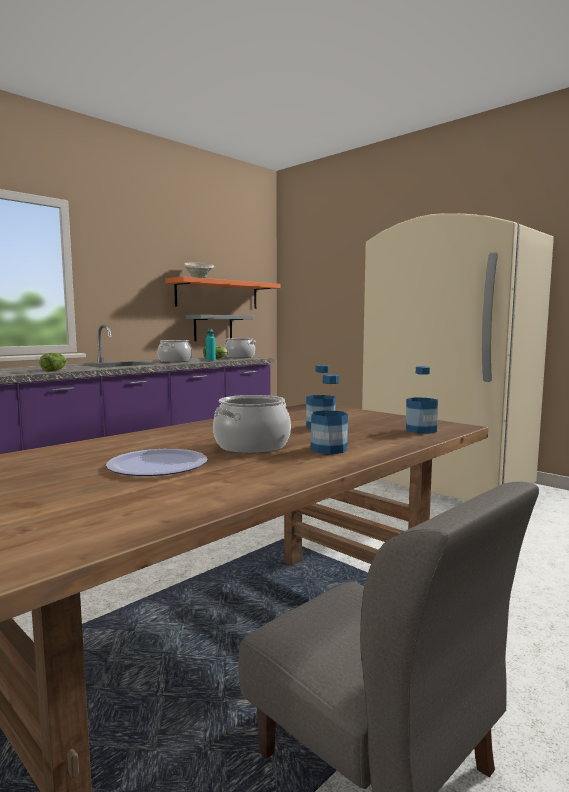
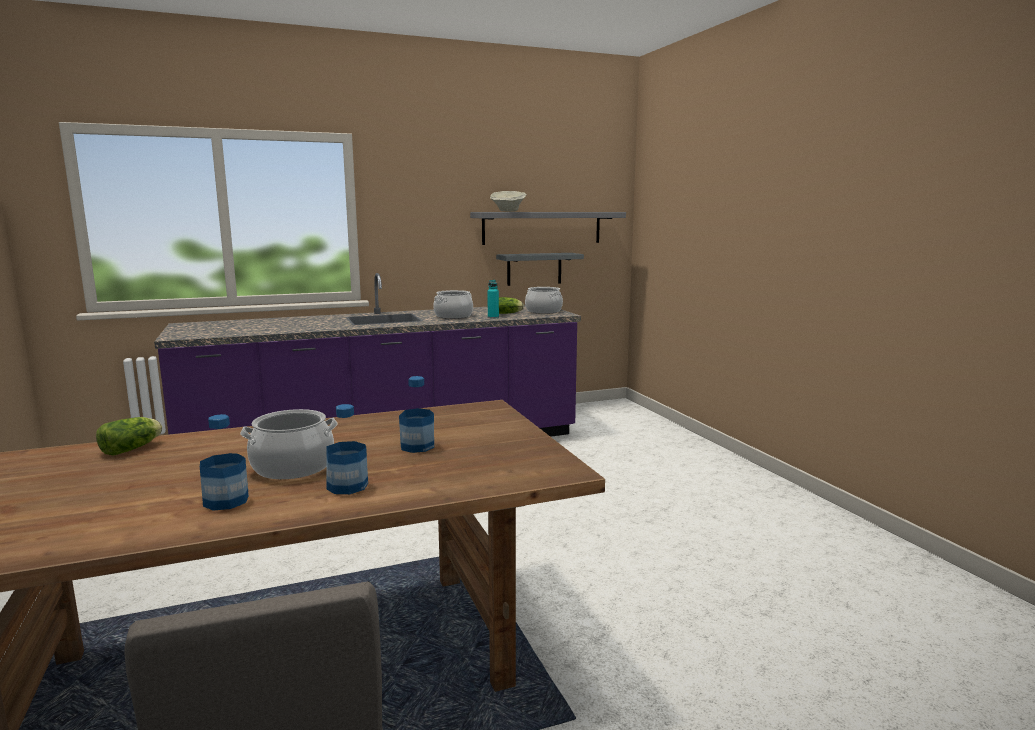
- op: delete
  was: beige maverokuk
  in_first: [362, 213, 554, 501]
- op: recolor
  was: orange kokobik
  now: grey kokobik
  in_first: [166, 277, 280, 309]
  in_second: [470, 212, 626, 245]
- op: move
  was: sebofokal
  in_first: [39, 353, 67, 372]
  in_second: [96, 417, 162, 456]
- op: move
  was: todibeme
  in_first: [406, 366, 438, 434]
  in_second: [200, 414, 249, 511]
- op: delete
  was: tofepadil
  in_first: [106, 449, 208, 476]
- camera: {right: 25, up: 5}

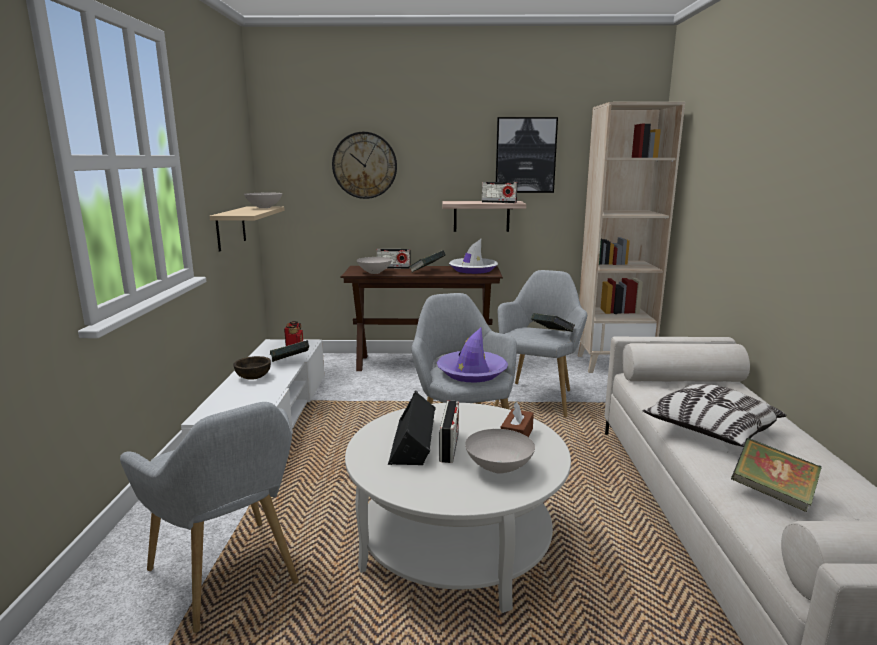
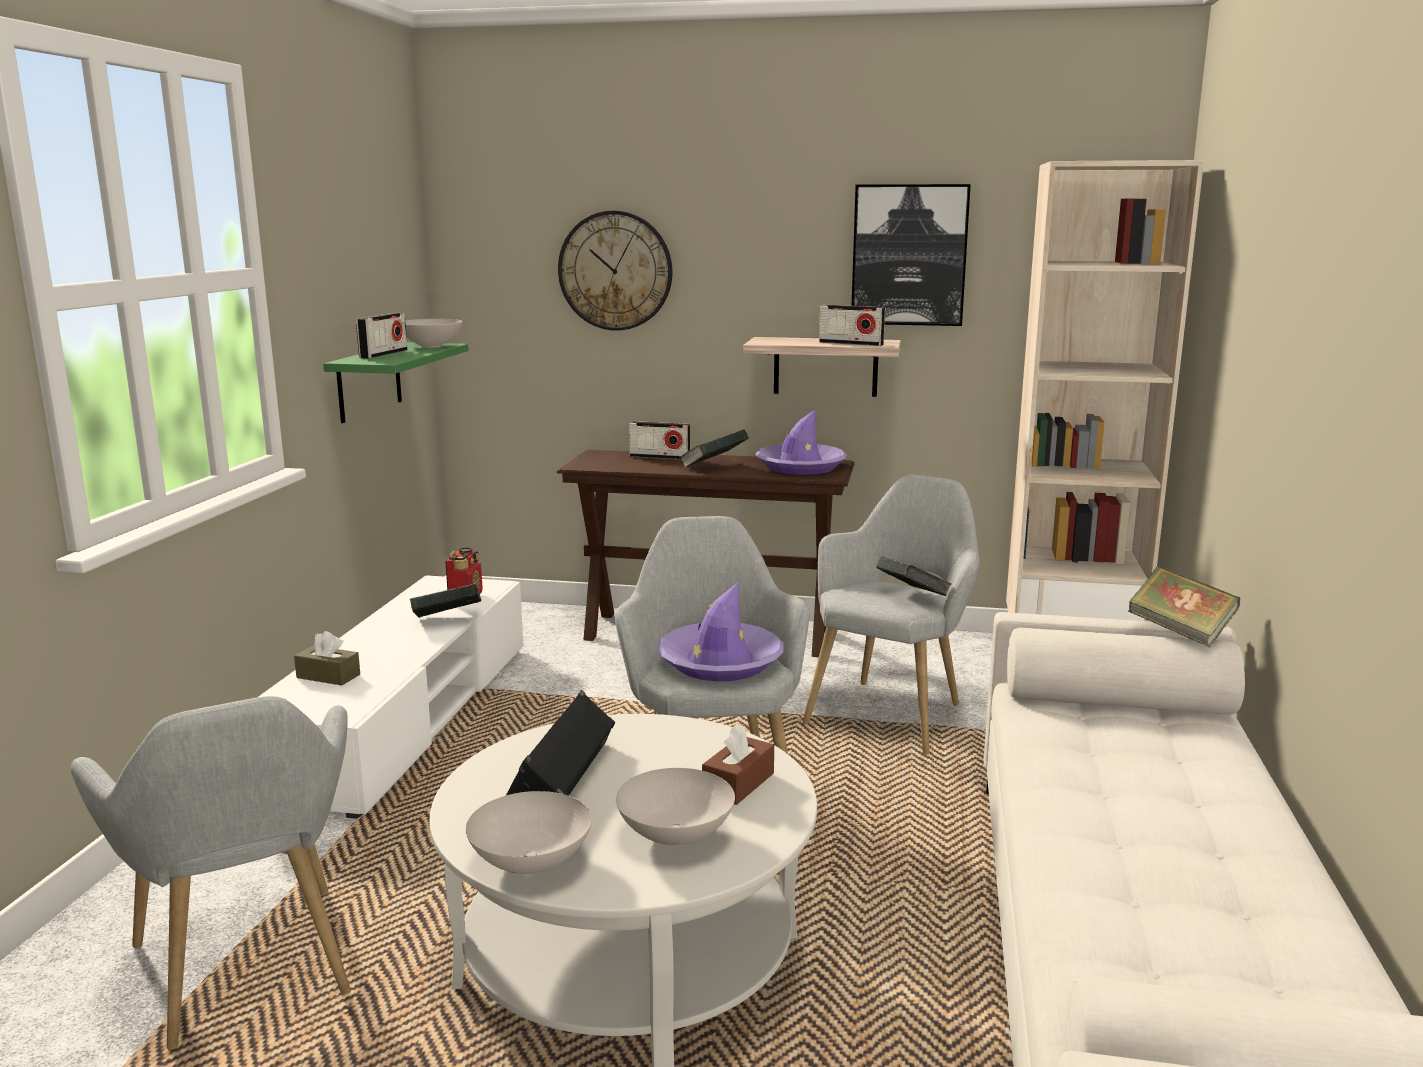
- op: recolor
  was: beige kokobik
  now: green kokobik
  in_first: [209, 207, 285, 251]
  in_second: [323, 342, 469, 423]
- op: recolor
  was: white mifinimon
  now: purple mifinimon
  in_first: [449, 239, 498, 274]
  in_second: [756, 409, 847, 475]
- op: move
  was: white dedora
  in_first: [357, 257, 392, 274]
  in_second: [466, 791, 592, 874]
- op: delete
  was: brown dedora
  in_first: [233, 356, 271, 380]
- op: delete
  was: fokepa
  in_first: [642, 384, 787, 447]
- op: move
  was: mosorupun
  in_first: [439, 401, 459, 463]
  in_second: [356, 313, 407, 359]
- op: move
  was: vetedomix
  in_first: [731, 438, 822, 512]
  in_second: [1129, 566, 1240, 647]
- op: insert
  now: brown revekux
  in_second: [294, 631, 360, 685]
- camera: {right: 10, up: 0}

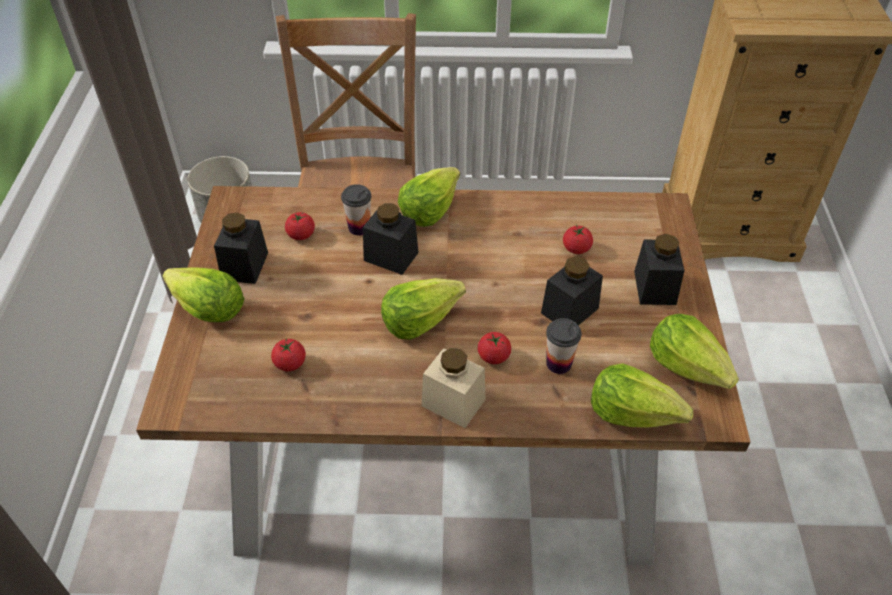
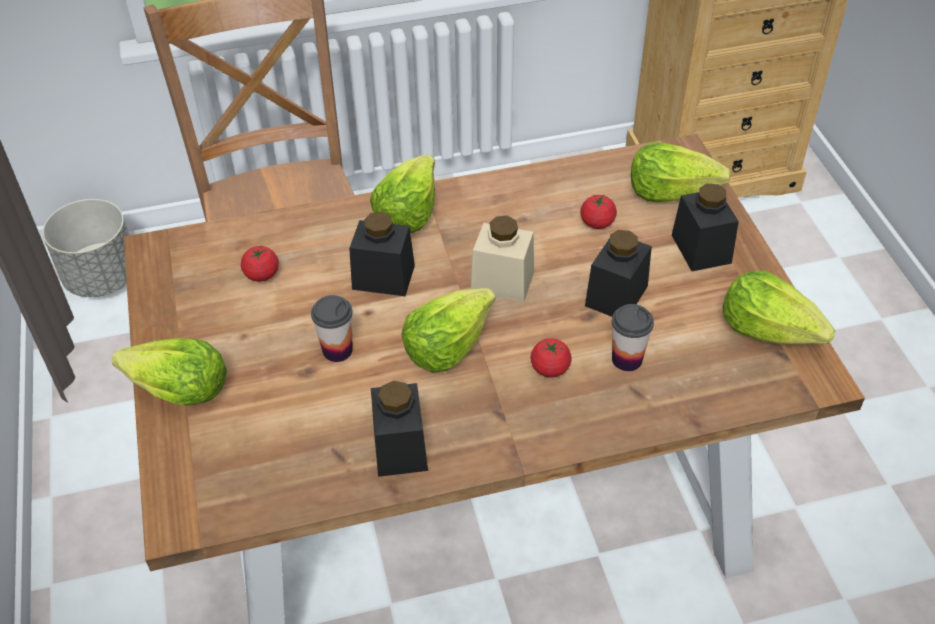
- op: move
  was: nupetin
  in_first: [341, 184, 371, 235]
  in_second: [311, 295, 353, 362]
- op: move
  was: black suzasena
  in_first: [214, 212, 268, 284]
  in_second: [371, 381, 428, 477]
- op: delete
  was: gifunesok
  in_first: [271, 338, 306, 371]
- op: move
  was: beige suzasena
  in_first: [422, 348, 485, 428]
  in_second: [471, 216, 534, 302]
- op: move
  was: sebofokal
  in_first: [591, 363, 693, 428]
  in_second: [631, 142, 731, 202]
- camera: {right: -15, up: 0}

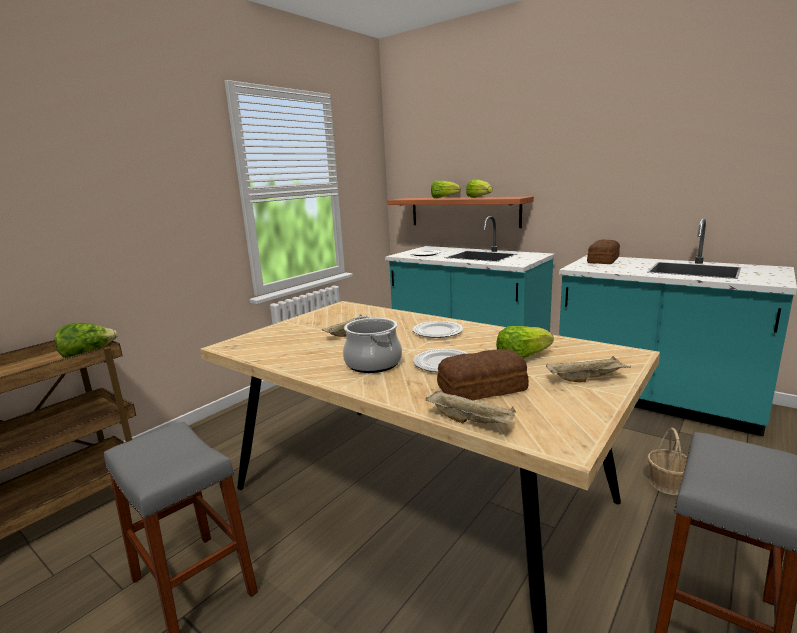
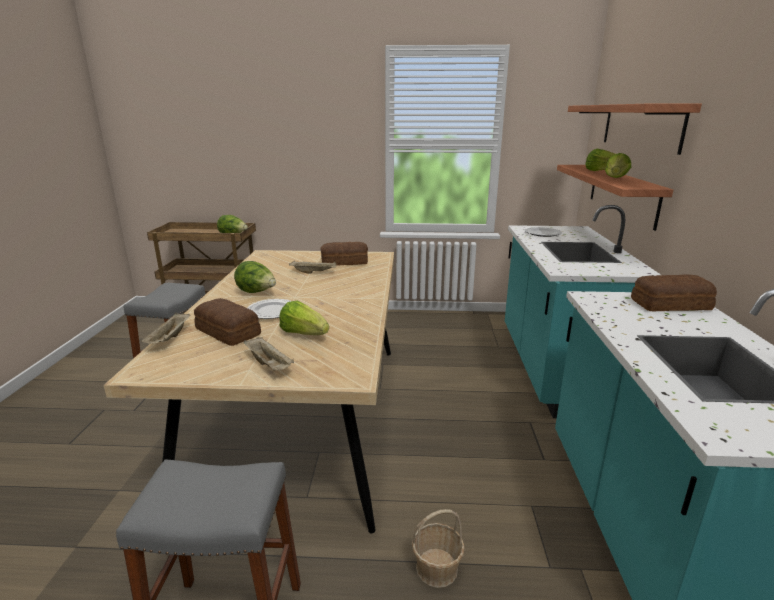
- op: replace
  was: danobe
  now: sebofokal
  in_first: [343, 316, 402, 373]
  in_second: [234, 261, 276, 293]
- op: delete
  was: tofepadil
  in_first: [412, 321, 463, 338]
- op: insert
  now: kokobik
  in_second: [568, 104, 702, 155]
- op: insert
  now: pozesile
  in_second: [320, 242, 368, 266]
- camera: {right: 55, up: 5}

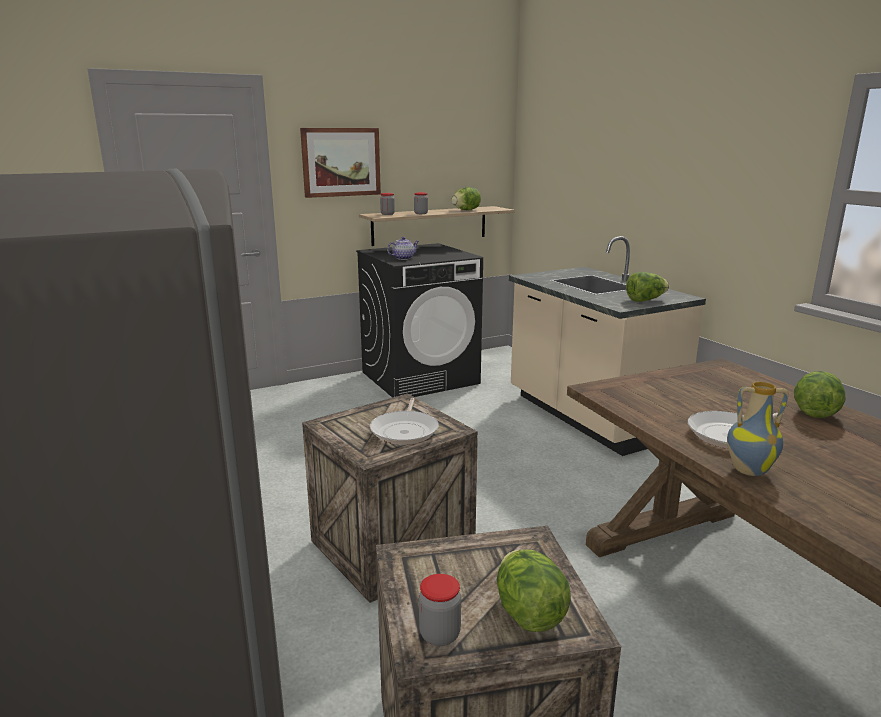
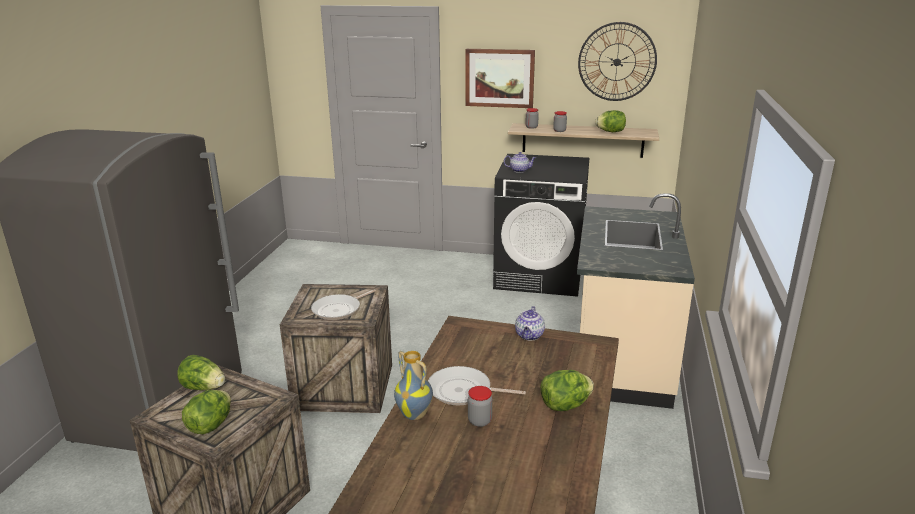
- op: move
  was: sebofokal
  in_first: [626, 272, 669, 302]
  in_second: [177, 355, 225, 390]
- op: move
  was: suzasena
  in_first: [419, 574, 461, 646]
  in_second: [468, 386, 492, 427]
- op: insert
  now: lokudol
  in_second: [578, 22, 657, 101]
- op: insert
  now: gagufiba
  in_second: [515, 306, 545, 340]
- camera: {right: 40, up: 5}

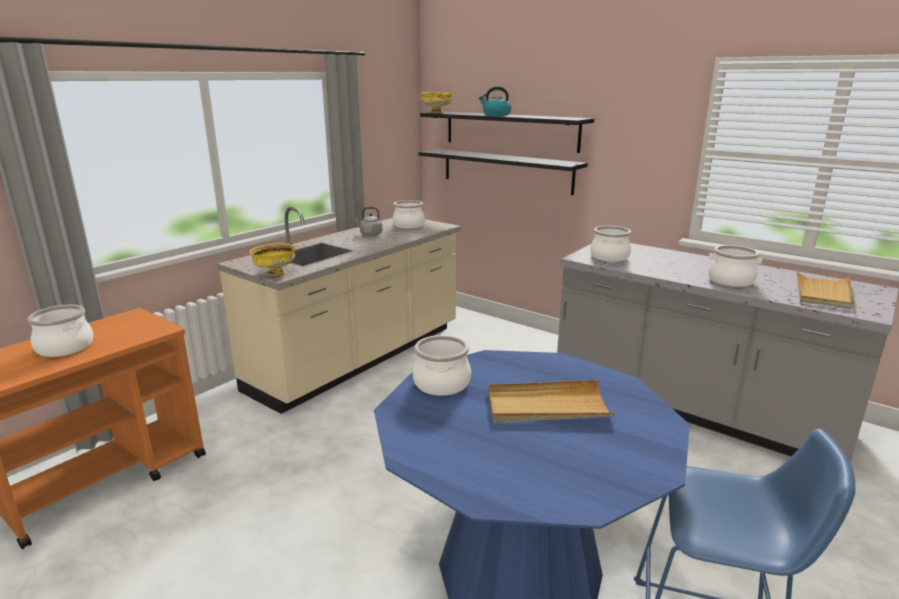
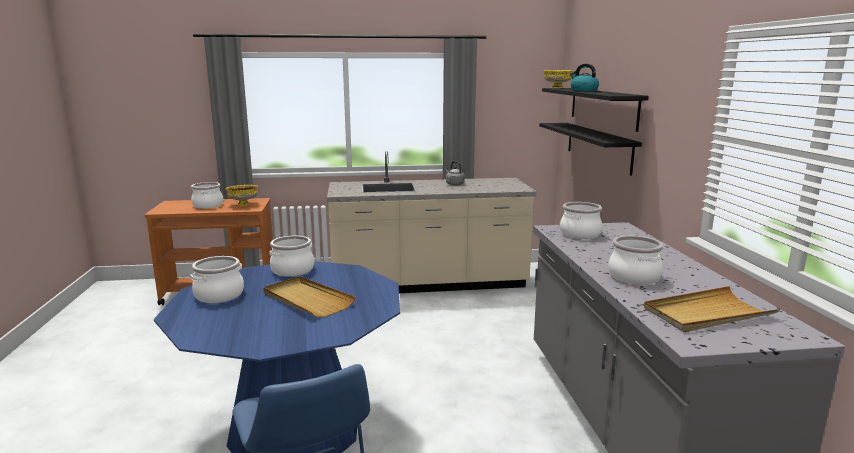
- op: move
  was: danobe
  in_first: [393, 200, 425, 229]
  in_second: [190, 256, 244, 303]
- op: move
  was: yellow dedora
  in_first: [249, 243, 296, 276]
  in_second: [226, 185, 258, 206]
- camera: {right: 45, up: -5}

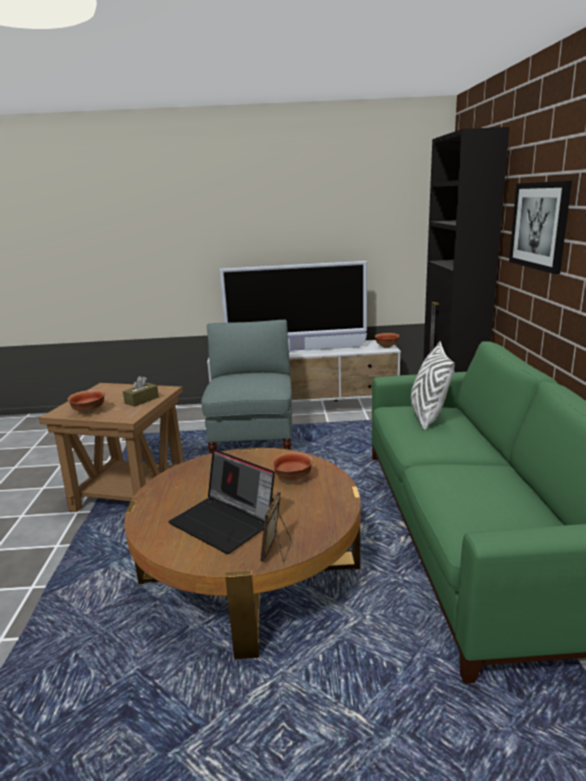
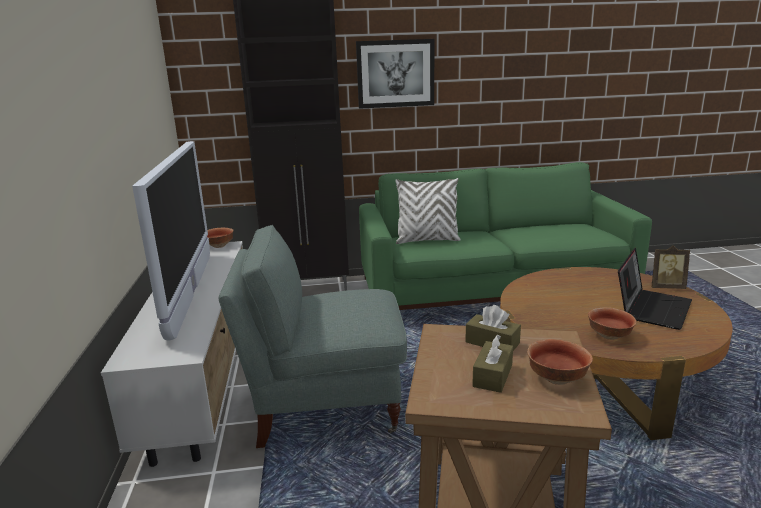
- op: move
  was: dedora
  in_first: [271, 452, 313, 482]
  in_second: [588, 307, 636, 340]
- op: insert
  now: brown revekux
  in_second: [472, 334, 513, 393]
- camera: {right: -95, up: 0}

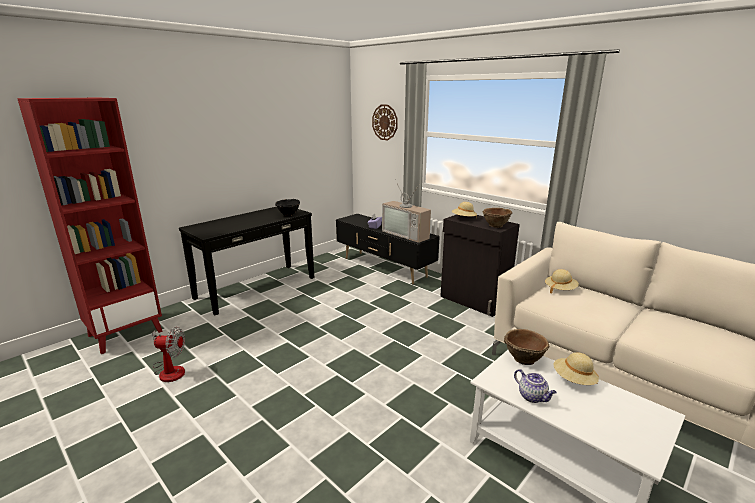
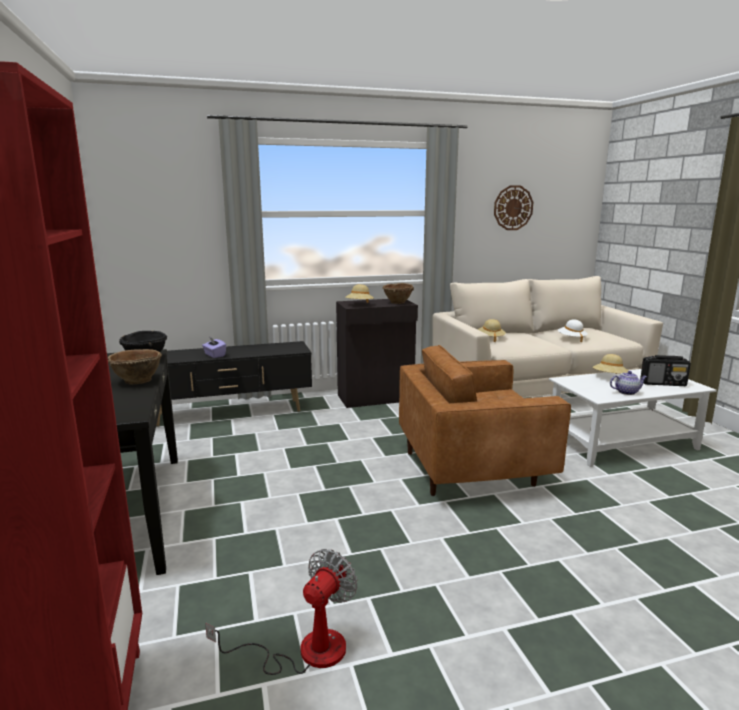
- op: move
  was: lokudol
  in_first: [372, 104, 398, 140]
  in_second: [494, 185, 533, 230]
- op: delete
  was: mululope
  in_first: [382, 184, 431, 243]
- op: move
  was: brown dedora
  in_first: [504, 329, 549, 365]
  in_second: [108, 349, 162, 385]
- op: insert
  now: white mifinimon
  in_second: [558, 320, 588, 342]
- op: insert
  now: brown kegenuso
  in_second: [399, 345, 571, 496]
- op: insert
  now: mosorupun
  in_second: [640, 355, 691, 386]
- camera: {right: -60, up: -5}

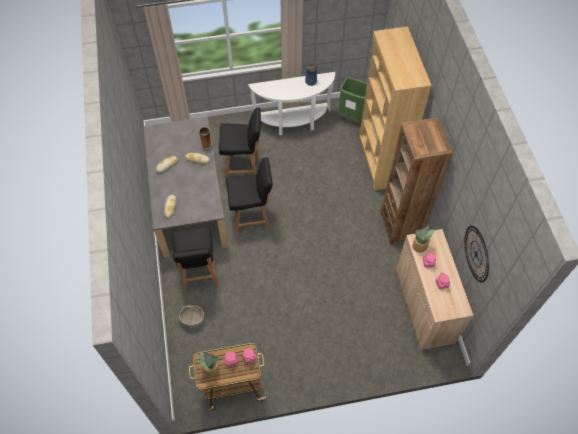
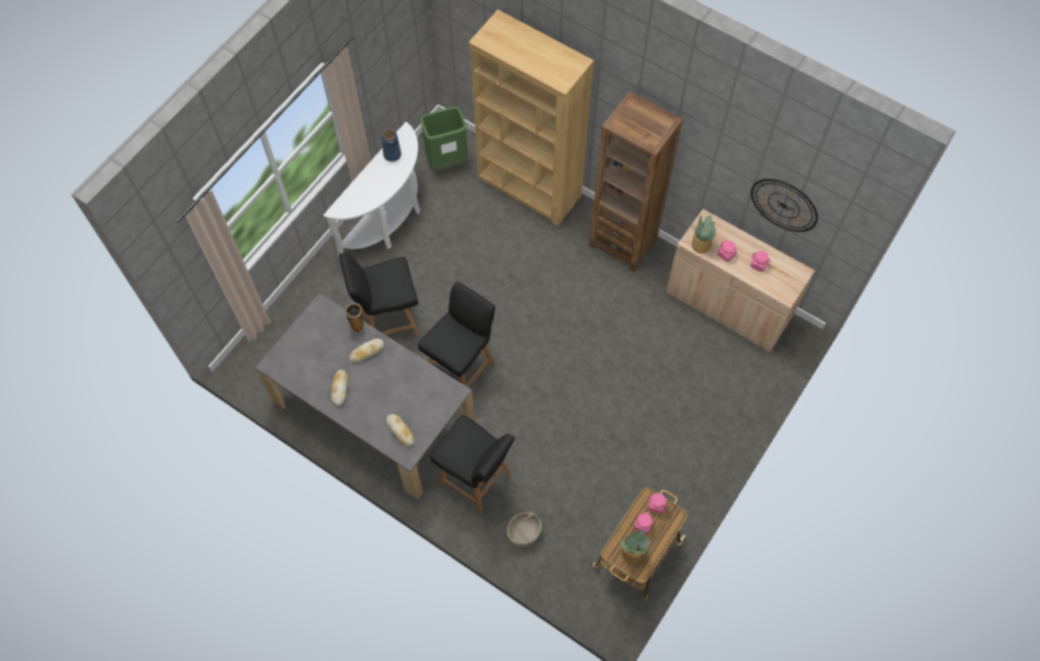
- op: rotate
  was: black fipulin
  in_first: [219, 107, 261, 178]
  in_second: [339, 252, 419, 335]
  clockwise: -150
- camera: {right: -45, up: 5}

